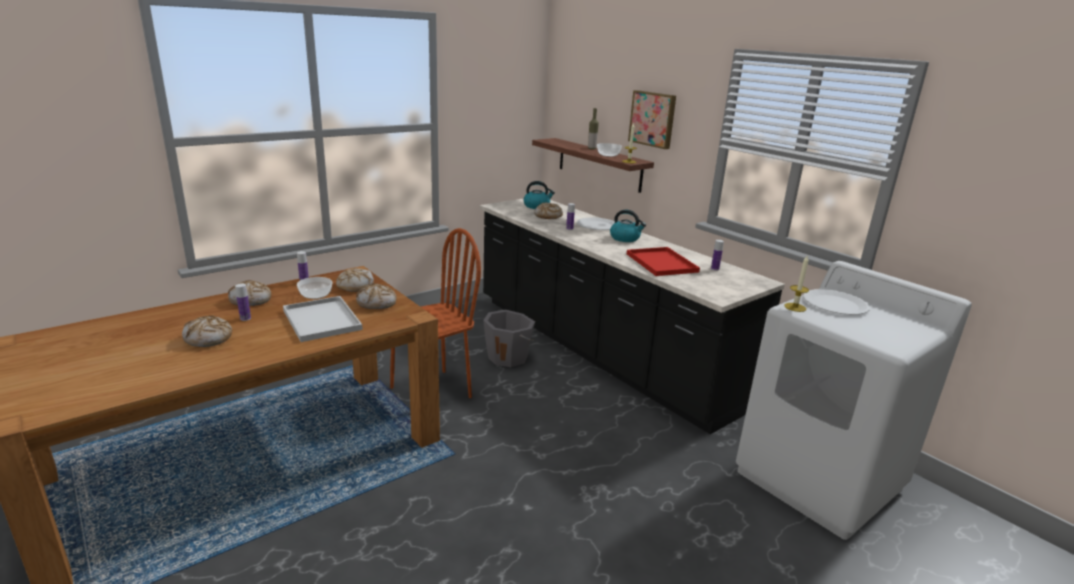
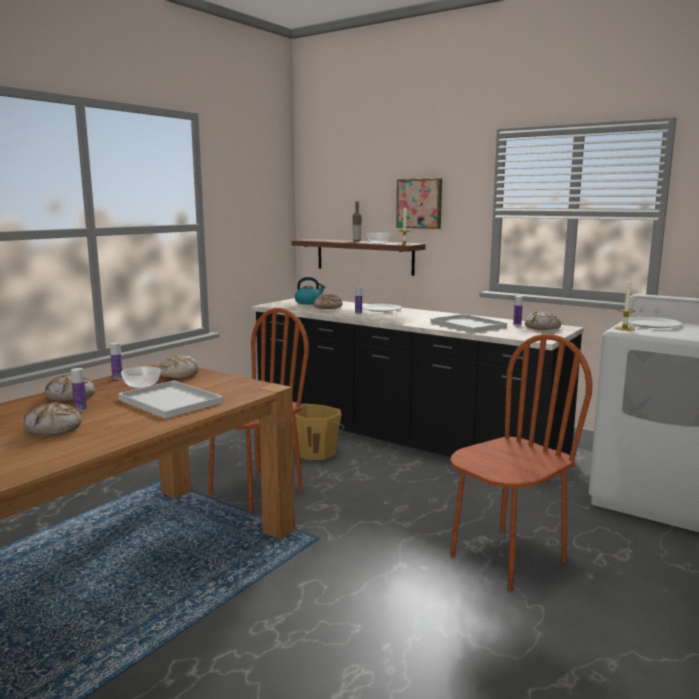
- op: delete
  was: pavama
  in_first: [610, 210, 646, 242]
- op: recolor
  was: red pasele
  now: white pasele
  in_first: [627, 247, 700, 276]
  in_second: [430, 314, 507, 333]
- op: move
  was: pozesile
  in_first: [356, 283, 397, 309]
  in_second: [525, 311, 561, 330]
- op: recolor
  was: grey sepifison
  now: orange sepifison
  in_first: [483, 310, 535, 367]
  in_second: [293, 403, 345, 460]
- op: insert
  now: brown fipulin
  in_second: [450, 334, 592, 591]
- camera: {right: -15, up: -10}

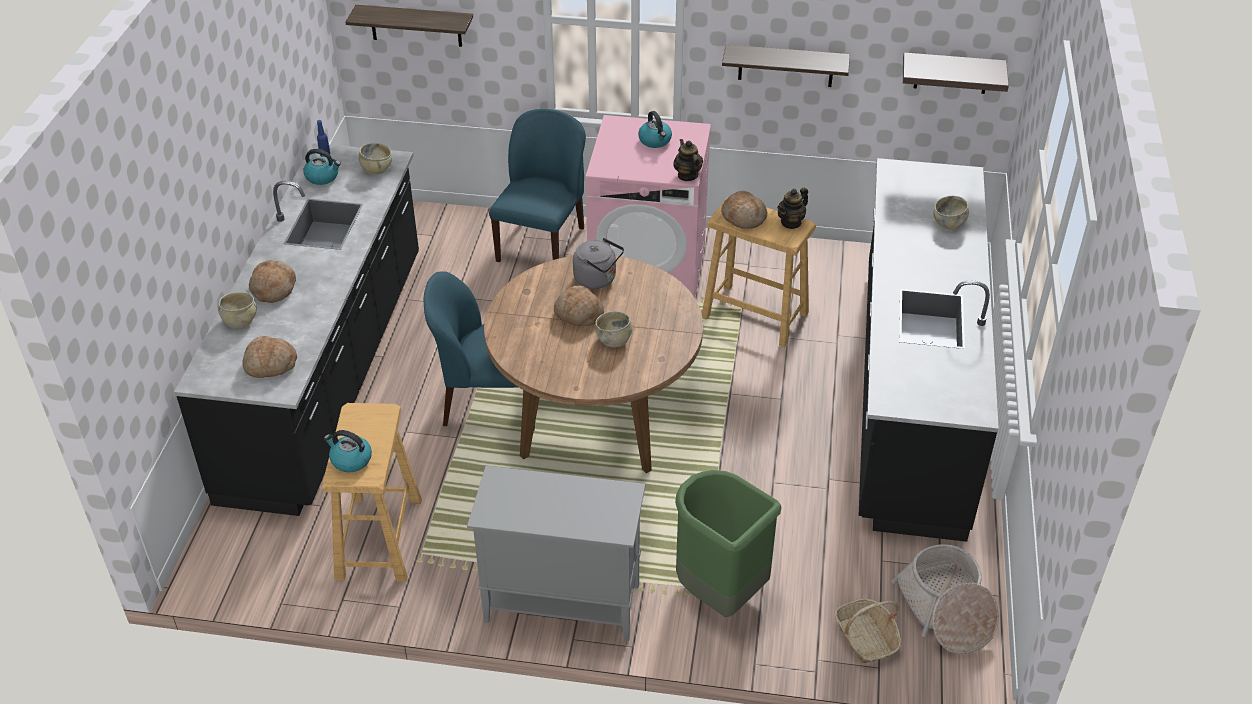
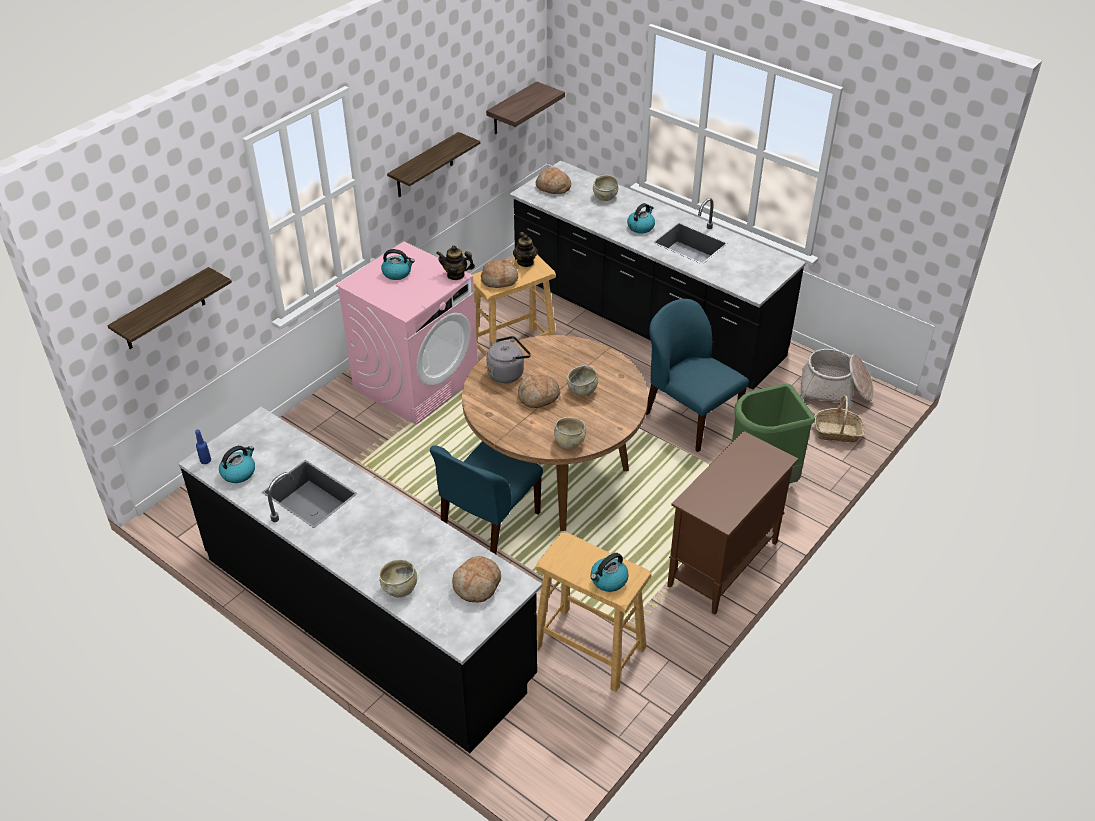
- op: move
  was: blue fipulin
  in_first: [489, 109, 586, 262]
  in_second: [646, 299, 749, 452]
- op: move
  was: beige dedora
  in_first: [359, 143, 392, 174]
  in_second: [554, 417, 586, 449]
- op: move
  was: pozesile
  in_first: [249, 260, 296, 303]
  in_second: [536, 167, 571, 194]
- op: recolor
  was: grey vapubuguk
  now: brown vapubuguk
  in_first: [467, 466, 645, 641]
  in_second: [667, 431, 798, 615]
- op: insert
  now: pavama
  in_second: [627, 203, 655, 233]
- camera: {right: -60, up: 0}

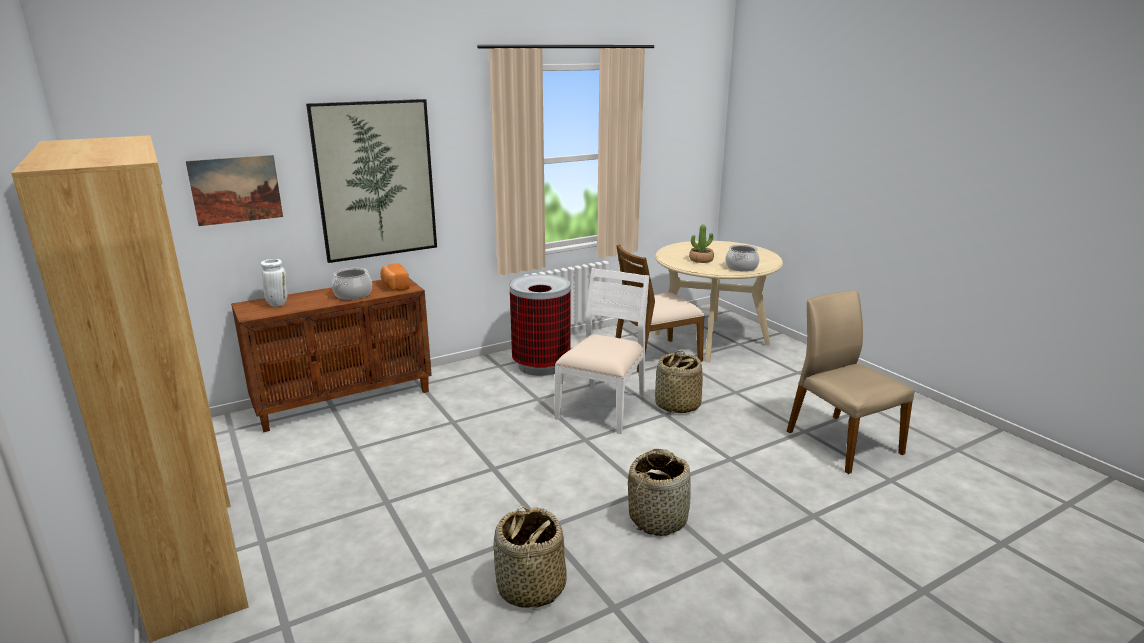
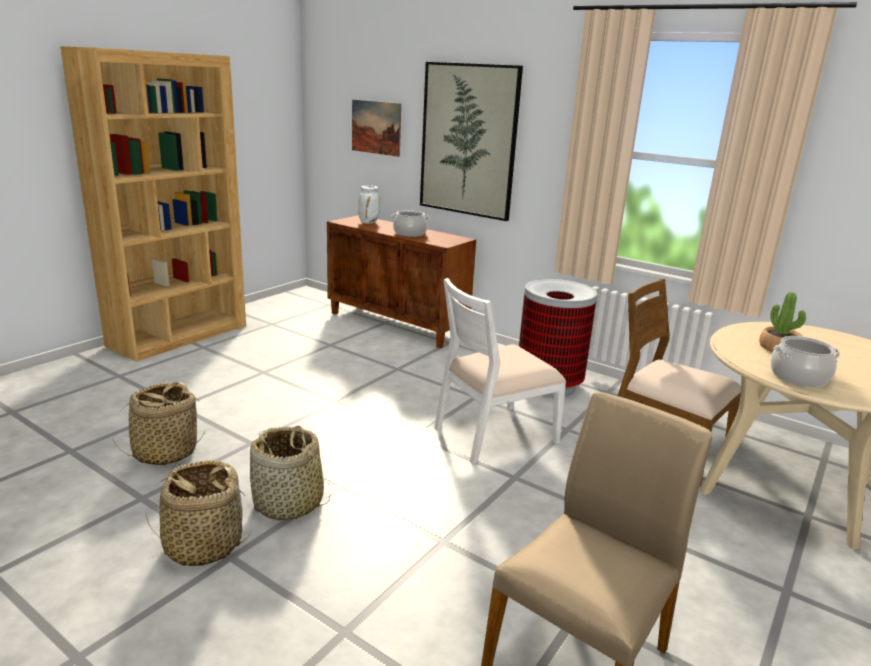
- op: delete
  was: pozesile
  in_first: [380, 264, 410, 291]
- op: rotate
  was: white fipulin
  in_first: [554, 268, 649, 434]
  in_second: [434, 278, 566, 464]
  clockwise: 150
- op: move
  was: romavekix
  in_first: [655, 350, 703, 413]
  in_second: [145, 460, 251, 566]
- camera: {right: 65, up: 0}

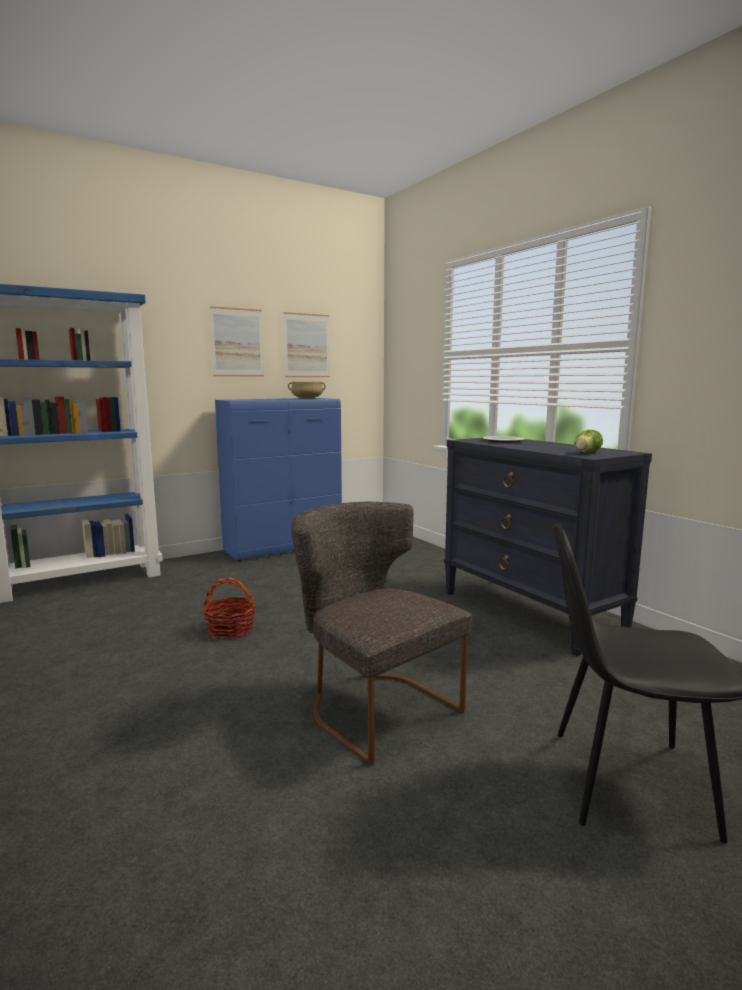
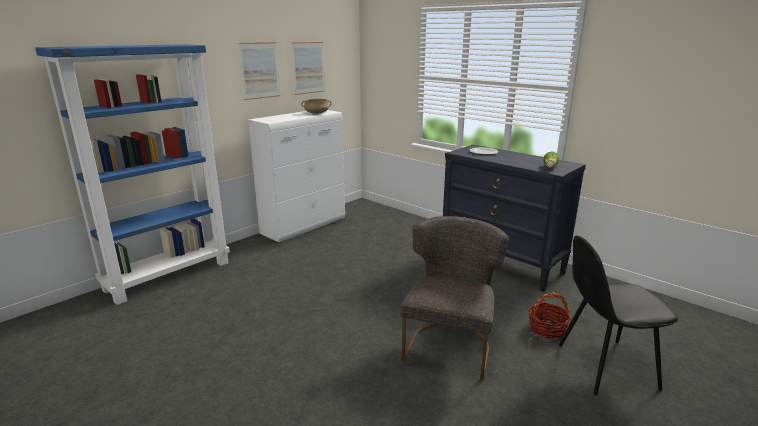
- op: recolor
  was: blue vapubuguk
  now: white vapubuguk
  in_first: [215, 398, 342, 561]
  in_second: [248, 110, 345, 243]
- op: rotate
  was: grey fipulin
  in_first: [291, 502, 472, 765]
  in_second: [401, 216, 509, 380]
  clockwise: 75
- op: move
  was: romavekix
  in_first: [203, 578, 256, 639]
  in_second: [529, 292, 571, 339]
- camera: {right: -15, up: 10}

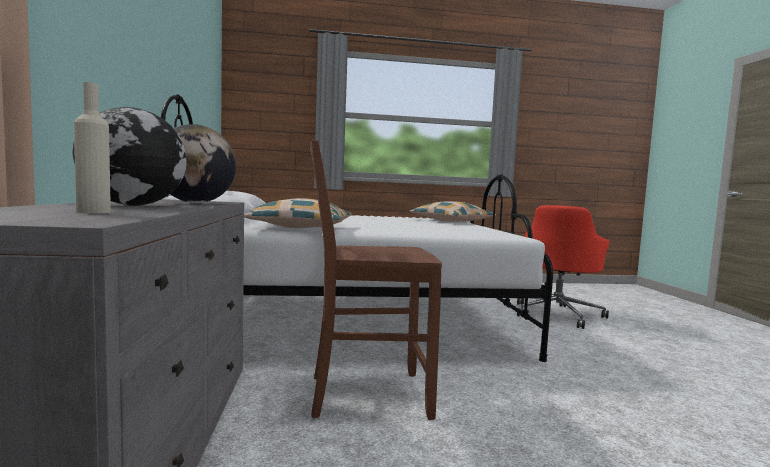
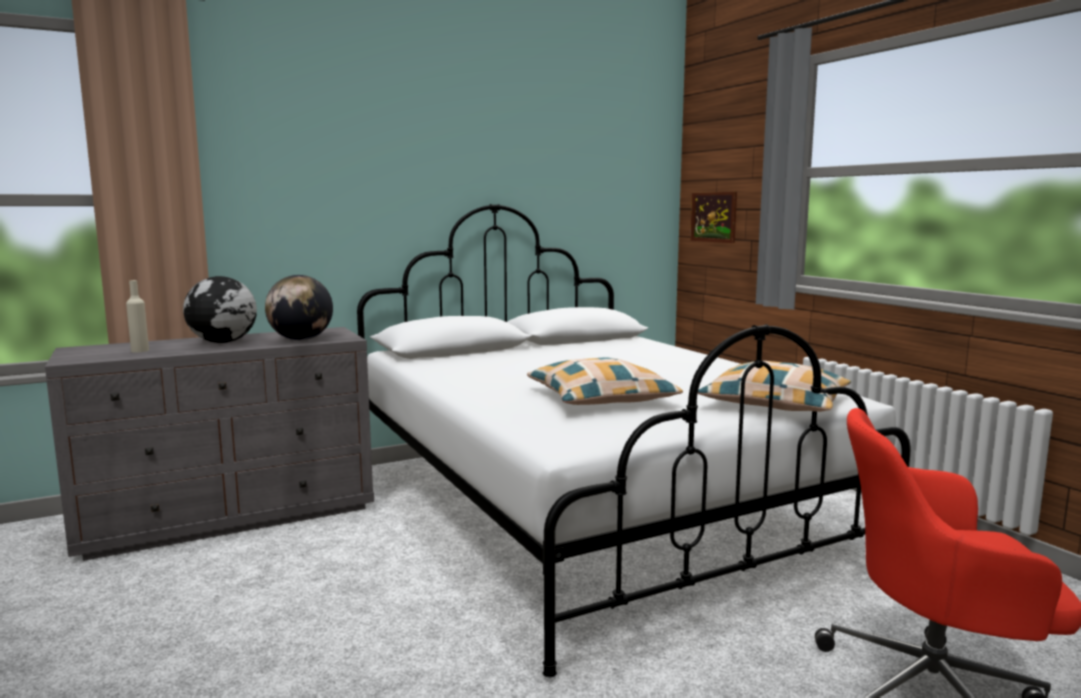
- op: delete
  was: brown fipulin
  in_first: [310, 140, 442, 420]
- op: move
  was: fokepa
  in_first: [244, 198, 352, 228]
  in_second: [527, 357, 683, 405]
- op: insert
  now: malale
  in_second: [690, 192, 737, 243]
- camera: {right: 70, up: 5}

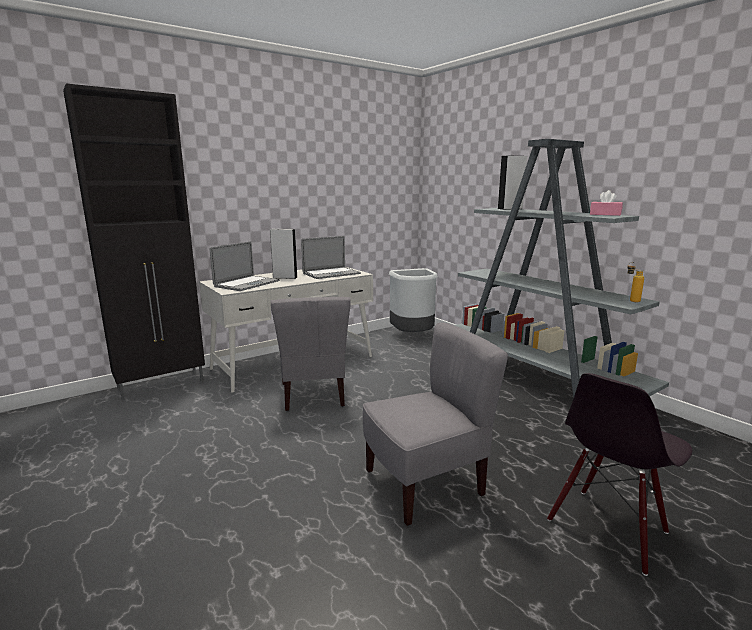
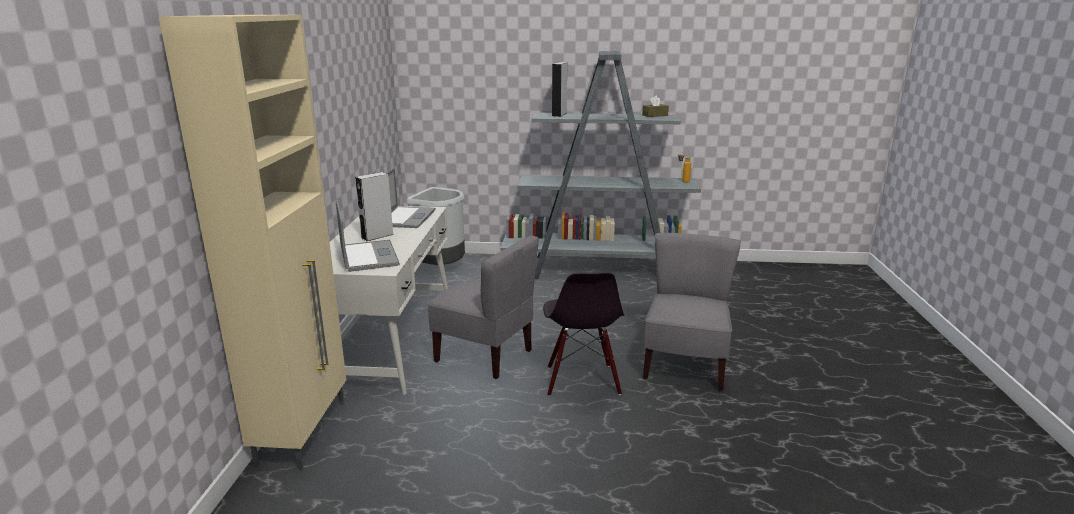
- op: recolor
  was: black vapubuguk
  now: beige vapubuguk
  in_first: [63, 84, 205, 401]
  in_second: [159, 15, 346, 470]
- op: recolor
  was: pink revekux
  now: brown revekux
  in_first: [590, 190, 623, 216]
  in_second: [642, 96, 669, 117]
- op: move
  was: black fipulin
  in_first: [547, 373, 693, 576]
  in_second: [543, 272, 624, 396]
- camera: {right: -50, up: 5}

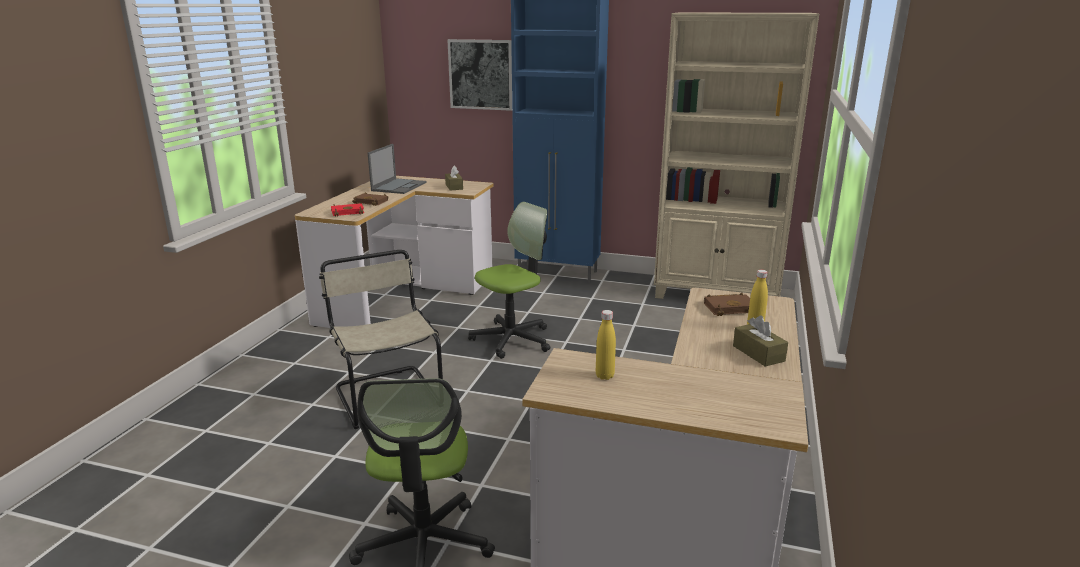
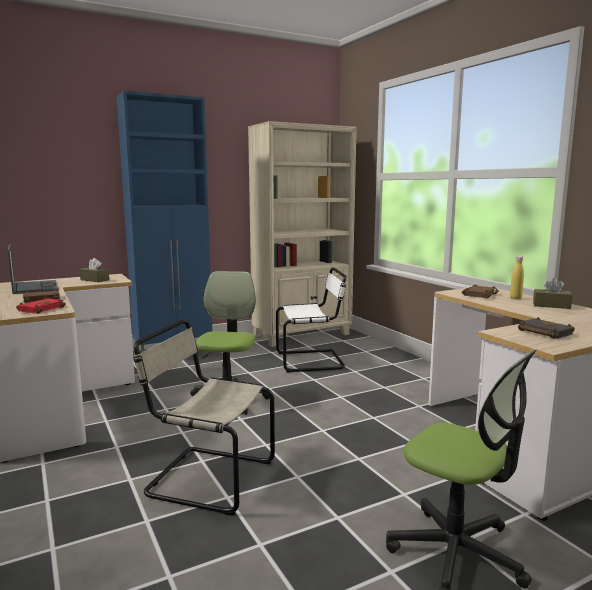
- op: delete
  was: malale
  in_first: [447, 39, 512, 111]
- op: replace
  was: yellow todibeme
  now: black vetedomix
  in_first: [596, 310, 616, 380]
  in_second: [518, 317, 575, 339]
- op: insert
  now: white fipulin
  in_second: [276, 268, 346, 372]
- camera: {right: -45, up: -10}

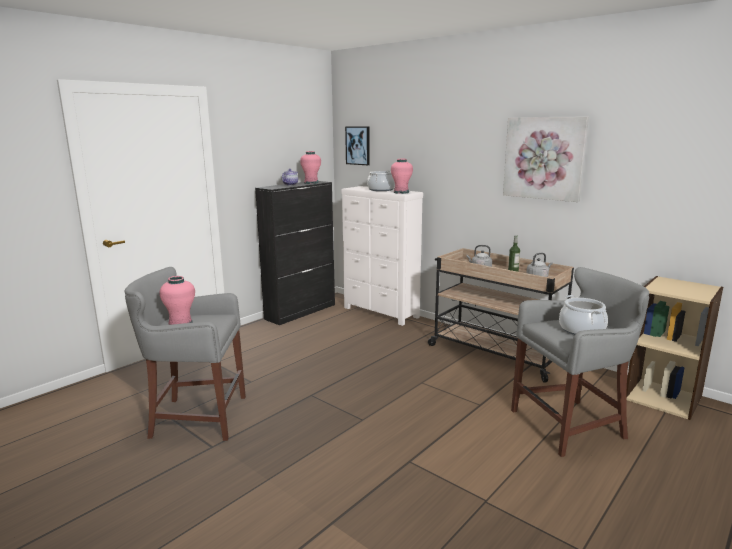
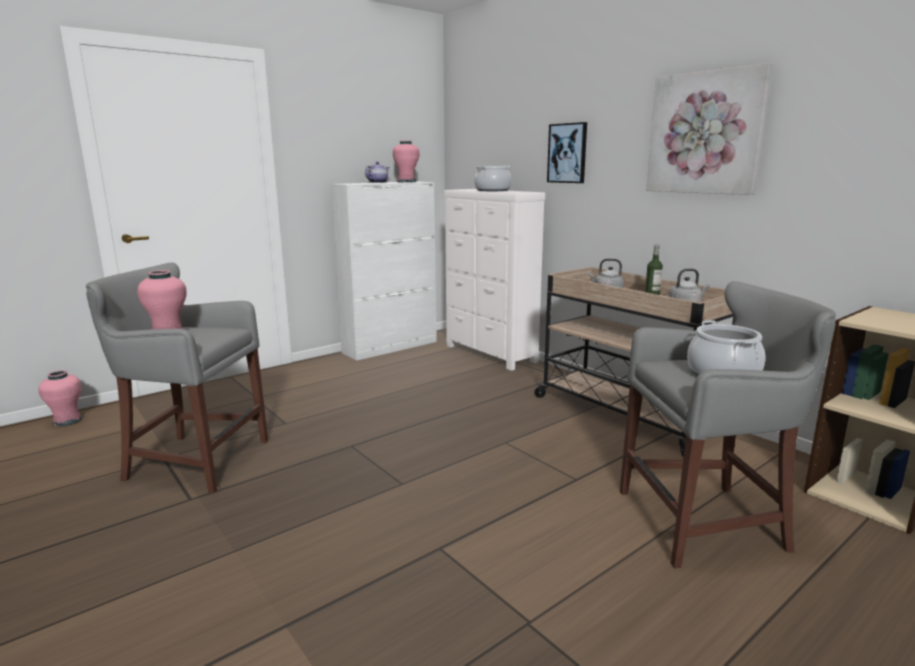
- op: move
  was: malale
  in_first: [345, 127, 370, 165]
  in_second: [547, 122, 587, 183]
- op: move
  was: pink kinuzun
  in_first: [391, 159, 413, 194]
  in_second: [38, 370, 82, 426]
- op: recolor
  was: black vapubuguk
  now: white vapubuguk
  in_first: [255, 181, 335, 325]
  in_second: [331, 182, 437, 361]
- camera: {right: 10, up: 0}

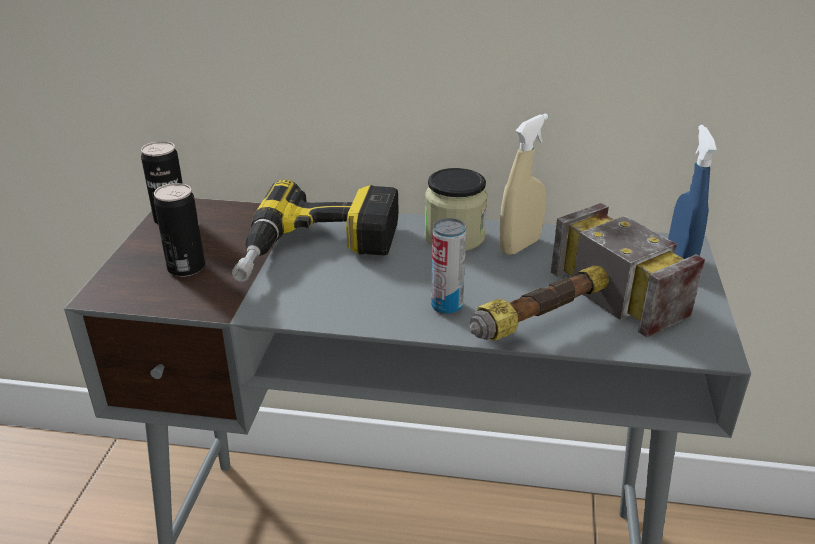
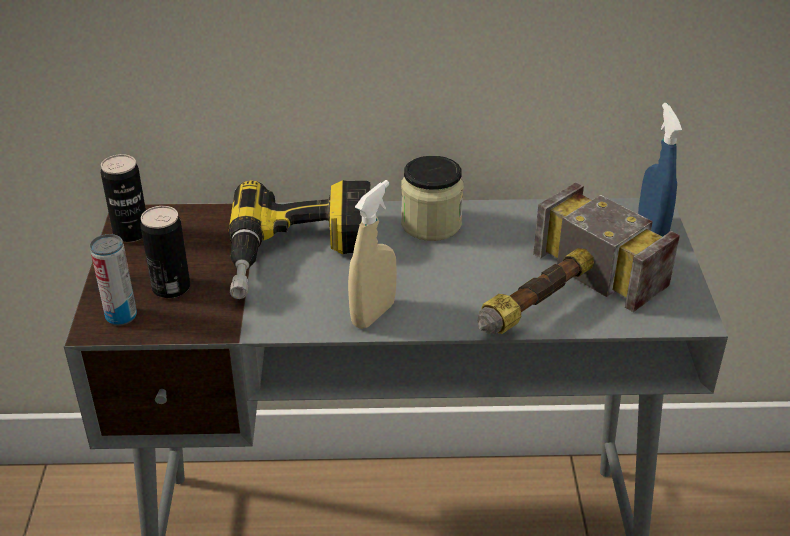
- op: move
  was: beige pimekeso
  in_first: [499, 113, 548, 255]
  in_second: [348, 180, 397, 329]
- op: move
  was: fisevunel
  in_first: [431, 218, 466, 315]
  in_second: [90, 234, 137, 326]
- camera: {right: -10, up: 5}

